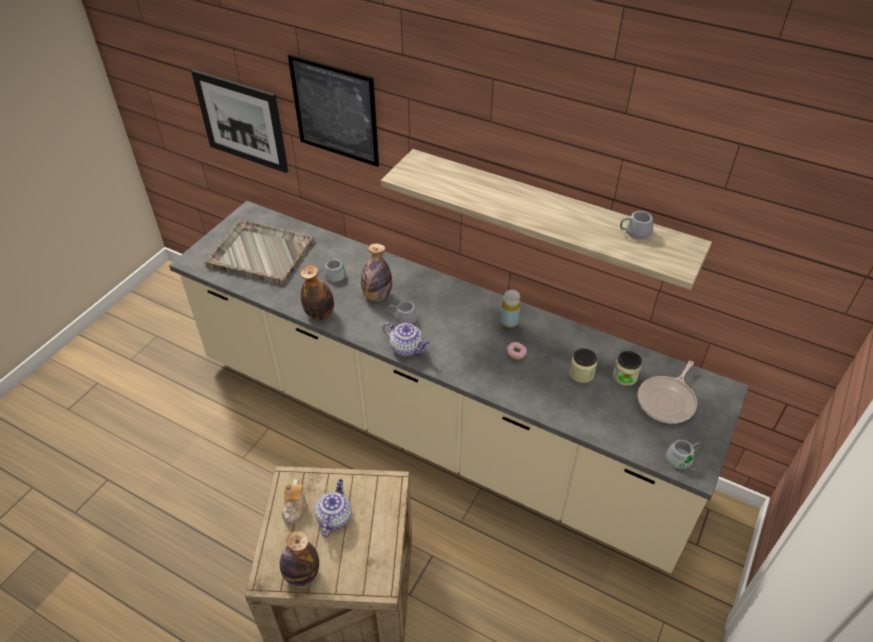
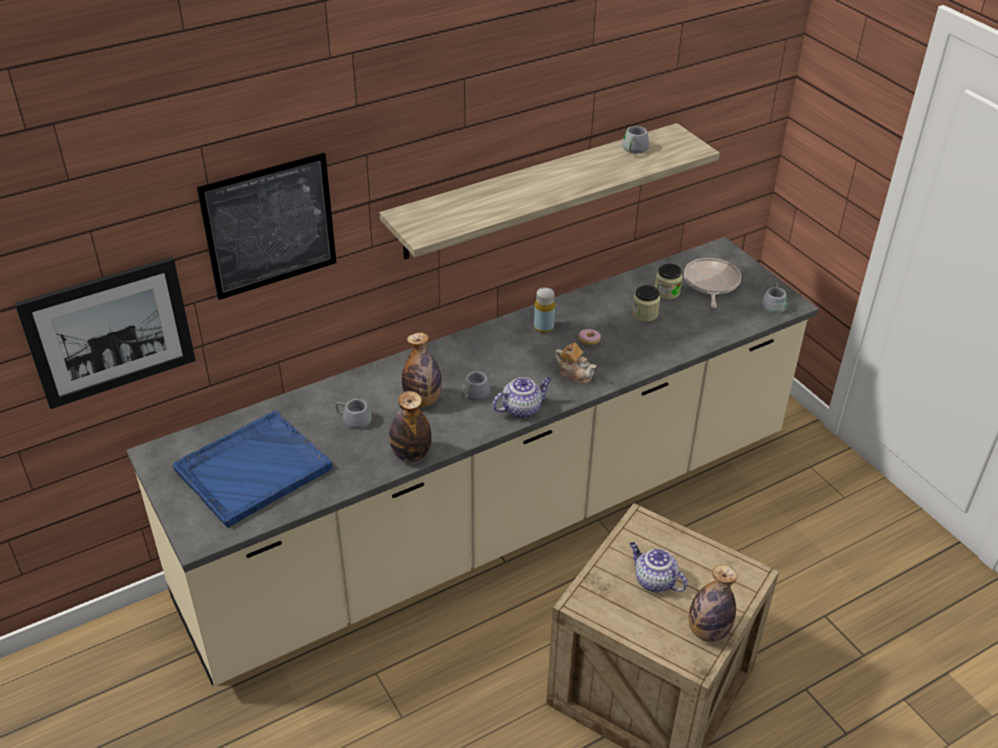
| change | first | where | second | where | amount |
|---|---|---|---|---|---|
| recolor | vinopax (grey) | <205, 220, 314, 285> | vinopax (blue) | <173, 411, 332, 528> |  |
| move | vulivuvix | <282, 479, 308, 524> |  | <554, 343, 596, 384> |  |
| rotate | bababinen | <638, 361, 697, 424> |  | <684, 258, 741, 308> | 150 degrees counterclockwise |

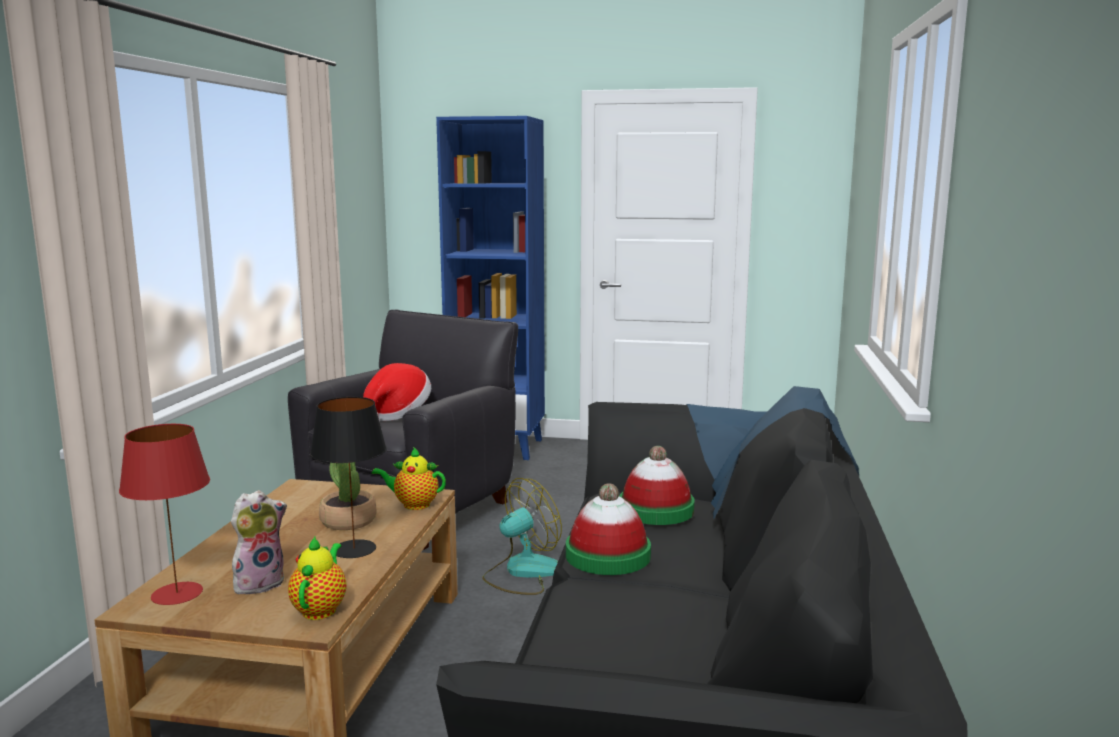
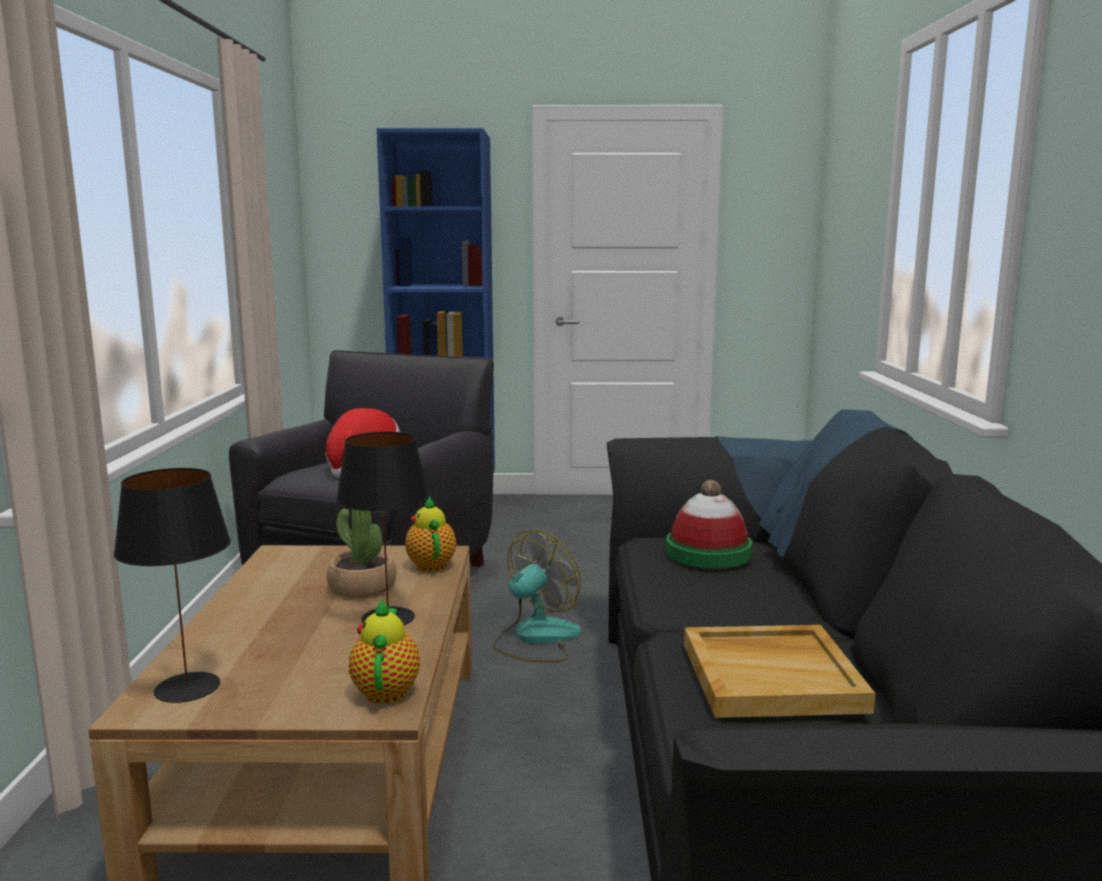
| change | first | where | second | where | amount |
|---|---|---|---|---|---|
| recolor | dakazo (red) | <119, 424, 210, 605> | dakazo (black) | <114, 468, 231, 703> |  |
| delete | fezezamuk | <231, 490, 287, 594> |  |  |  |
| rotate | vulivuvix | <372, 447, 446, 510> |  | <405, 496, 456, 572> | 75 degrees clockwise |
| delete | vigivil | <566, 483, 651, 575> |  |  |  |
| insert |  |  | vinopax (beige) | <684, 625, 875, 718> |  |

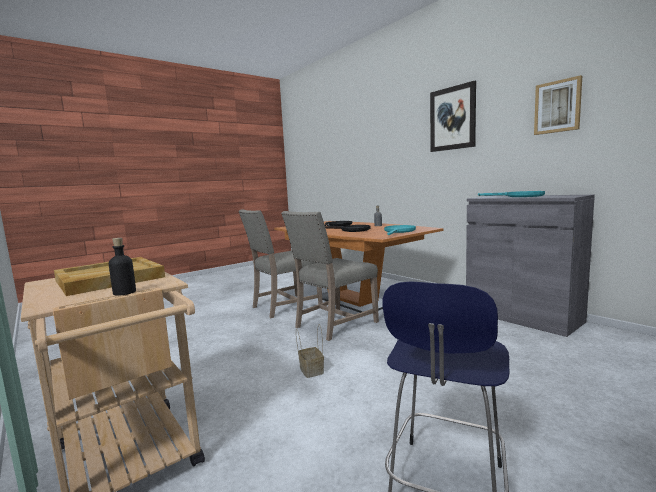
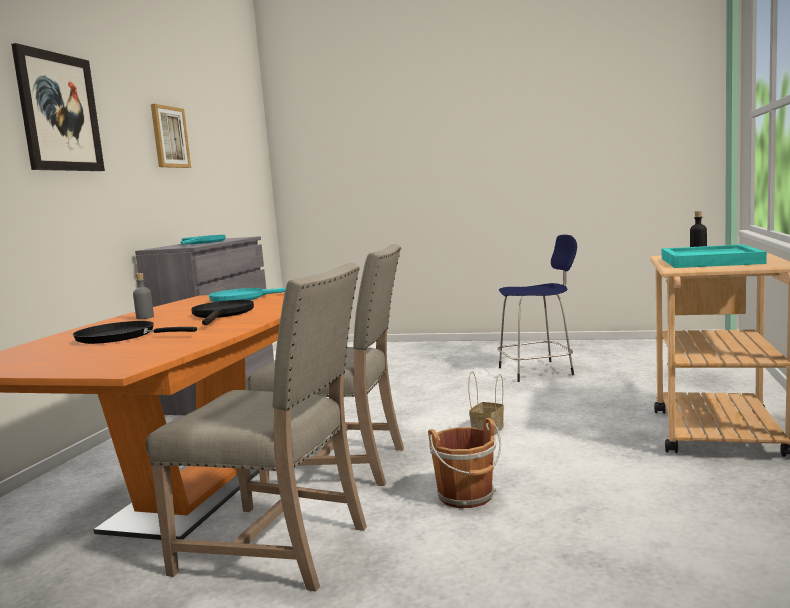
| change | first | where | second | where | amount |
|---|---|---|---|---|---|
| recolor | vinopax (beige) | <54, 257, 165, 296> | vinopax (turquoise) | <662, 244, 767, 268> |  |
| insert |  |  | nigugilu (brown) | <428, 418, 501, 508> |  |

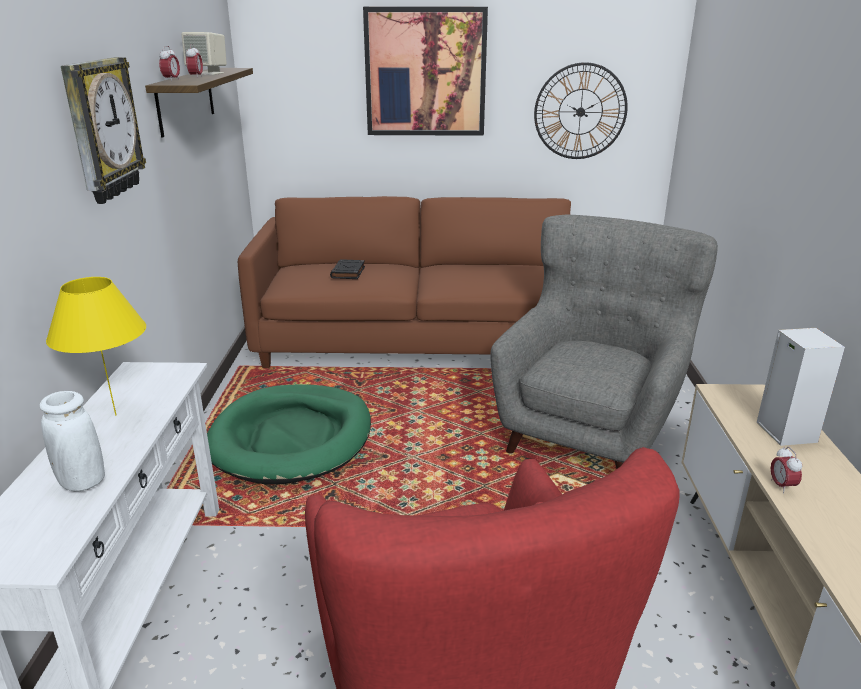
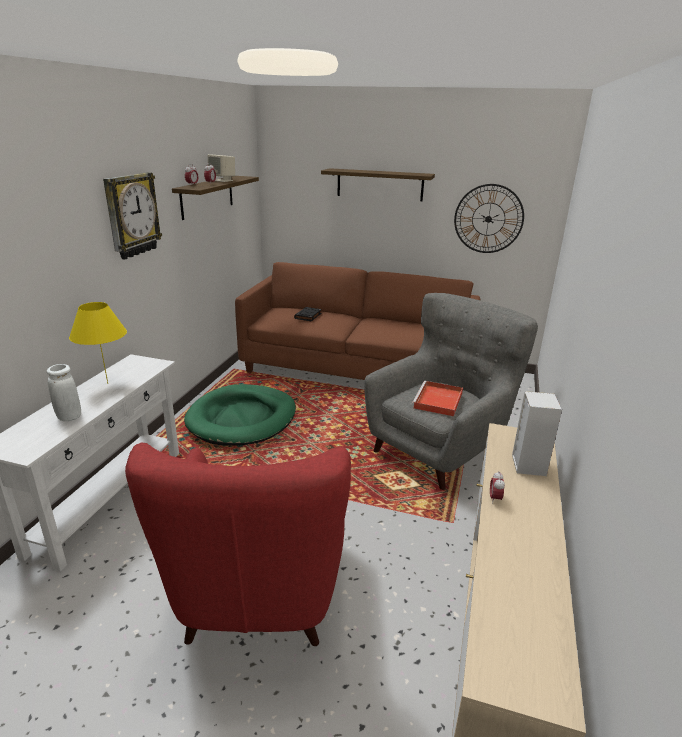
| change | first | where | second | where | amount |
|---|---|---|---|---|---|
| replace | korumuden | <363, 7, 488, 136> | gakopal | <321, 168, 435, 201> |  |
| insert |  |  | vinopax (red) | <412, 381, 463, 416> |  |

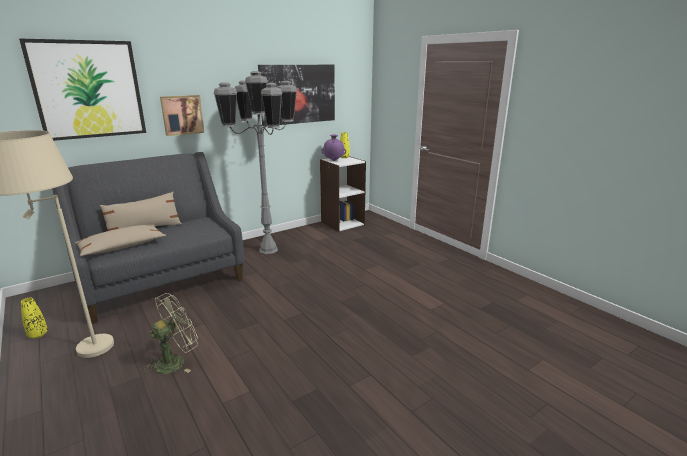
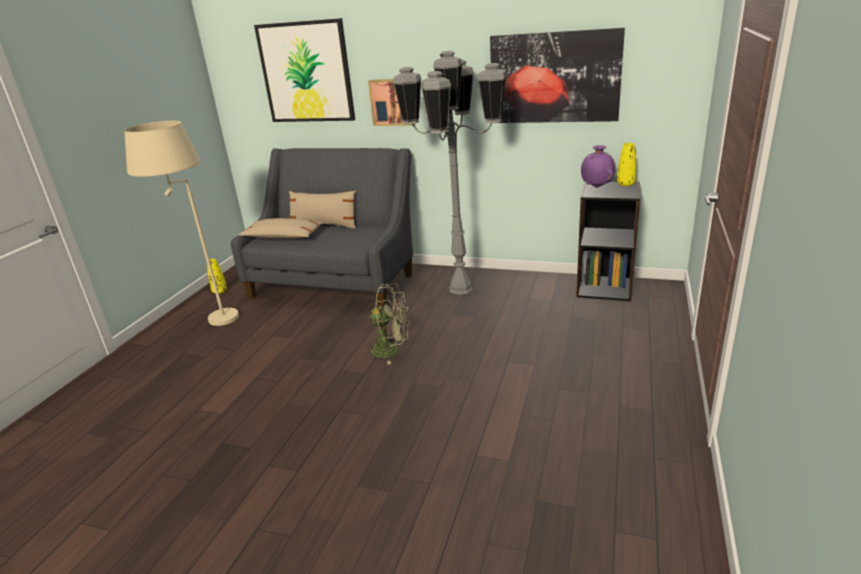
| change | first | where | second | where | amount |
|---|---|---|---|---|---|
| move | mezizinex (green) | <144, 293, 198, 374> |  | <367, 283, 410, 365> |  |
| recolor | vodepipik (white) | <320, 156, 366, 232> | vodepipik (black) | <576, 182, 640, 301> |  |

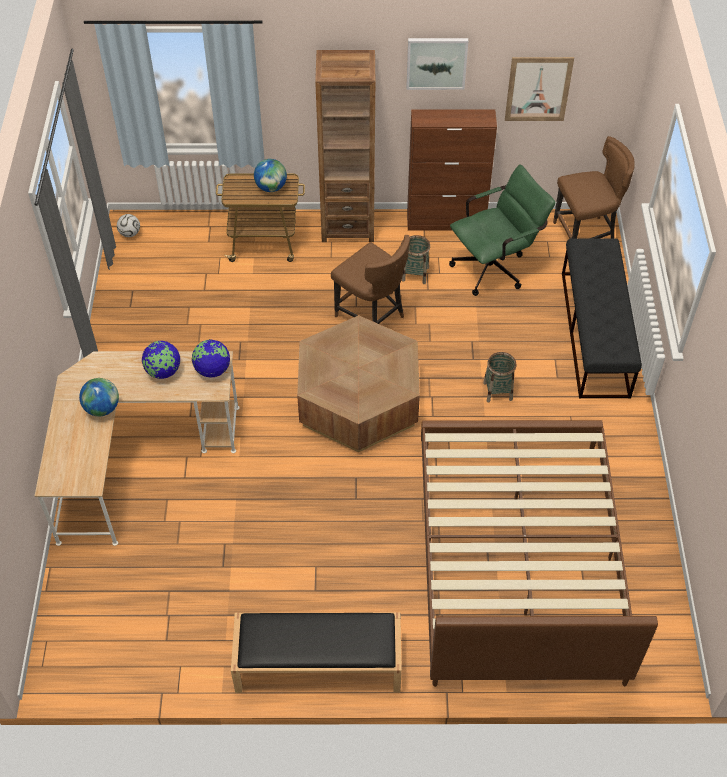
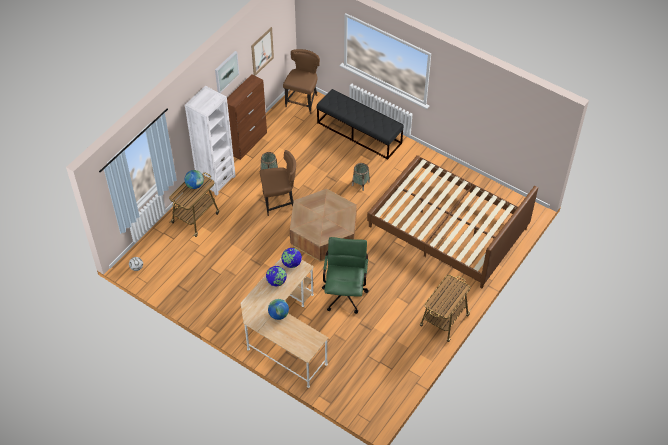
| change | first | where | second | where | amount |
|---|---|---|---|---|---|
| replace | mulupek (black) | <231, 612, 402, 693> | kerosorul | <420, 275, 471, 342> |  |
| recolor | vodepipik (brown) | <315, 50, 375, 242> | vodepipik (white) | <185, 86, 236, 195> |  |
| move | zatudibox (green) | <449, 164, 555, 296> |  | <322, 237, 368, 314> |  |

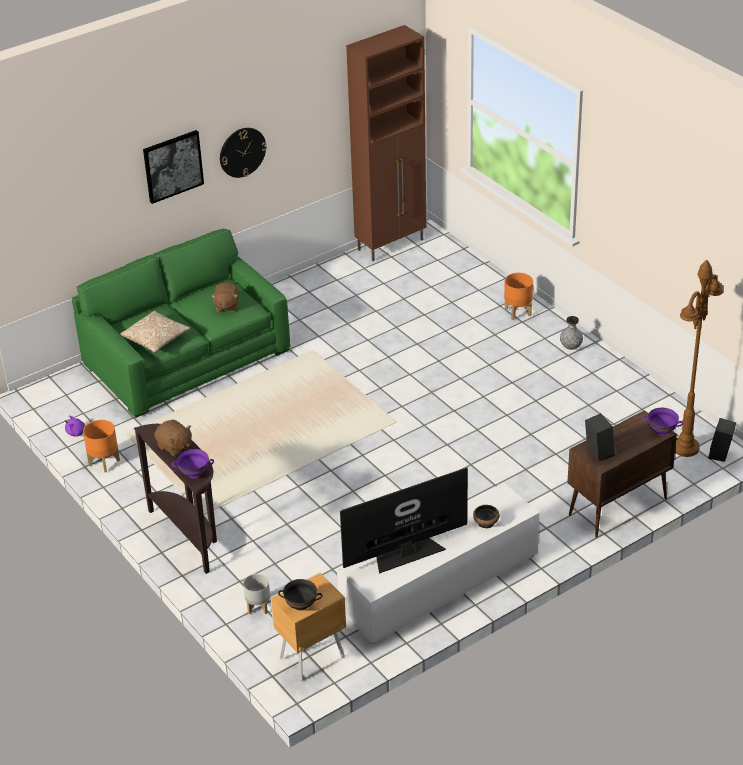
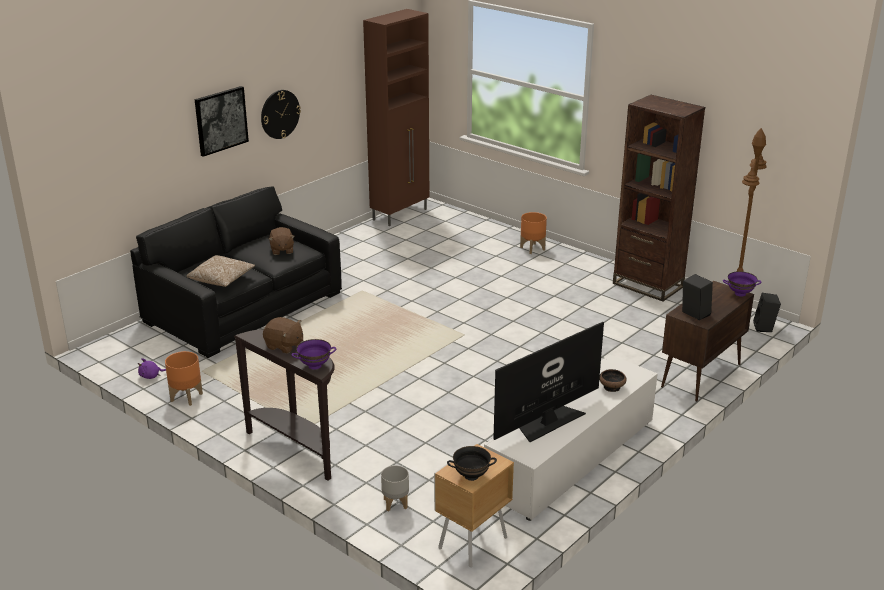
| change | first | where | second | where | amount |
|---|---|---|---|---|---|
| recolor | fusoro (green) | <72, 229, 291, 418> | fusoro (black) | <130, 186, 342, 358> |  |
| delete | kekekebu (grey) | <560, 316, 583, 350> |  |  |  |
| insert |  |  | vodepipik (brown) | <613, 95, 705, 302> |  |

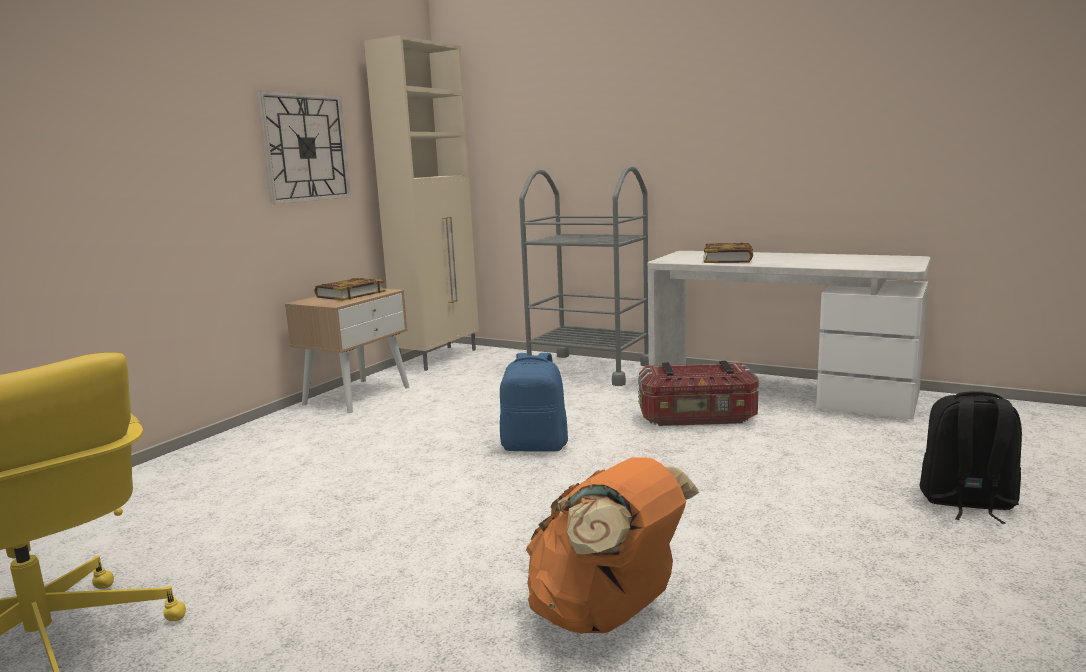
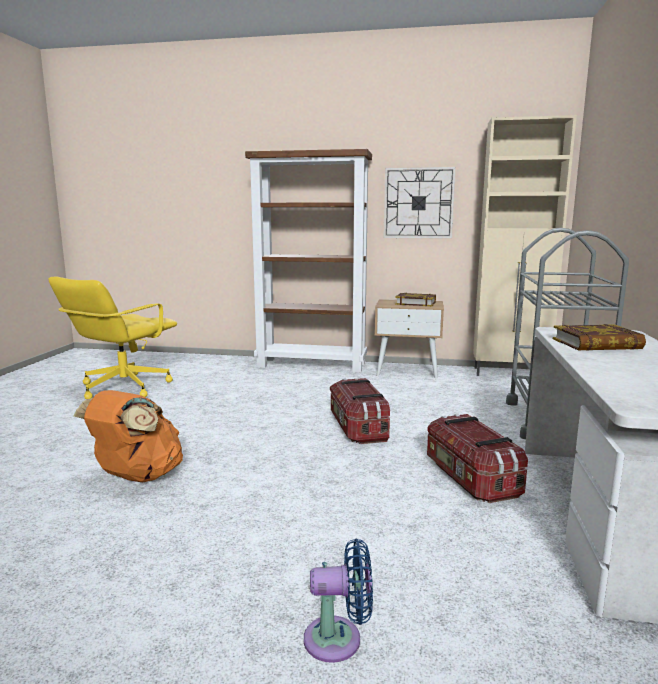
| change | first | where | second | where | amount |
|---|---|---|---|---|---|
| replace | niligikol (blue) | <500, 353, 568, 452> | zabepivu | <330, 378, 390, 444> |  |
| replace | niligikol (black) | <919, 391, 1022, 524> | mezizinex (blue) | <304, 539, 373, 663> |  |
| insert |  |  | vodepipik (brown) | <245, 149, 372, 373> |  |

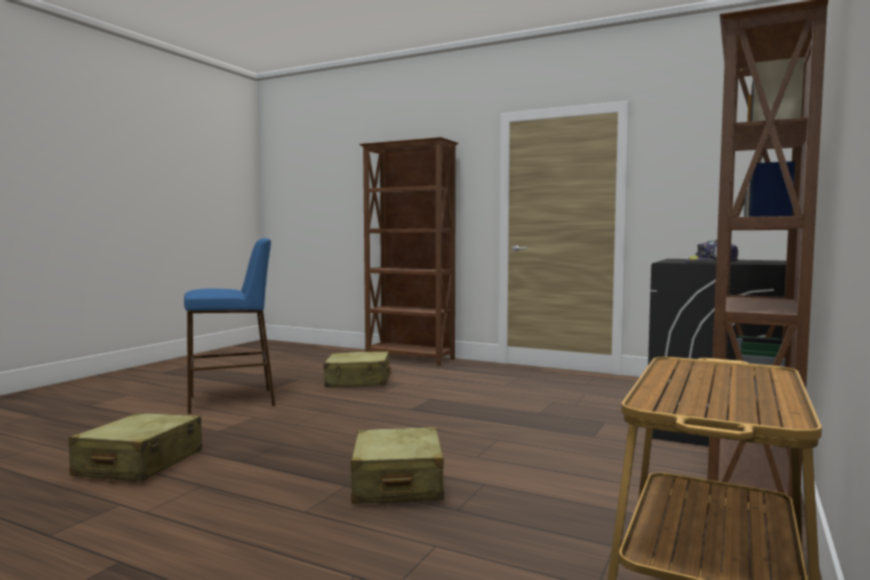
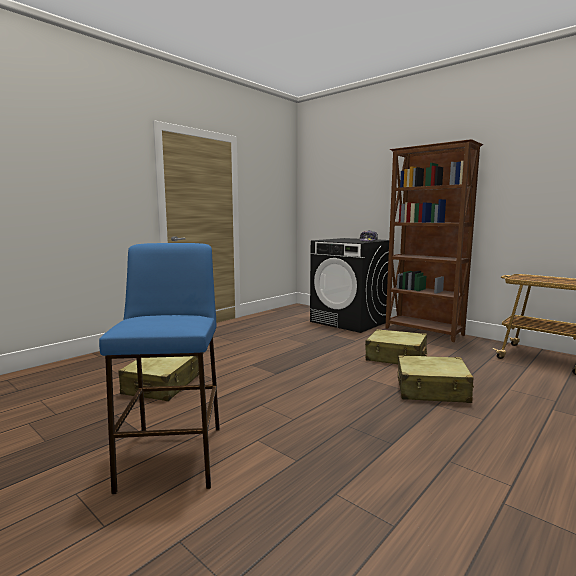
| change | first | where | second | where | amount |
|---|---|---|---|---|---|
| move | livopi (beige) | <68, 413, 202, 482> |  | <365, 329, 428, 364> |  |
| delete | vodepipik (brown) | <359, 137, 458, 366> |  |  |  |

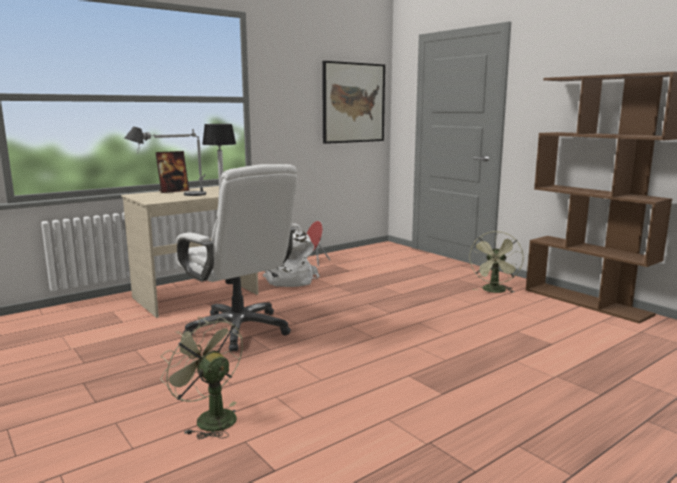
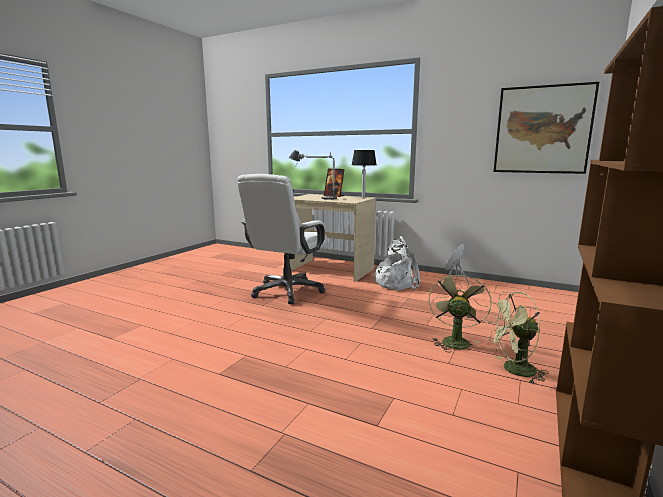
| change | first | where | second | where | amount |
|---|---|---|---|---|---|
| move | mezizinex (green) | <160, 317, 243, 439> |  | <429, 271, 492, 352> |  |

